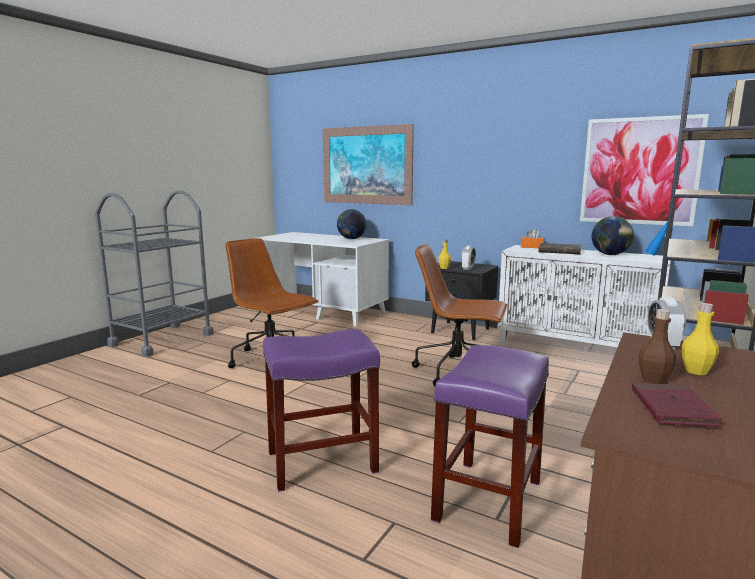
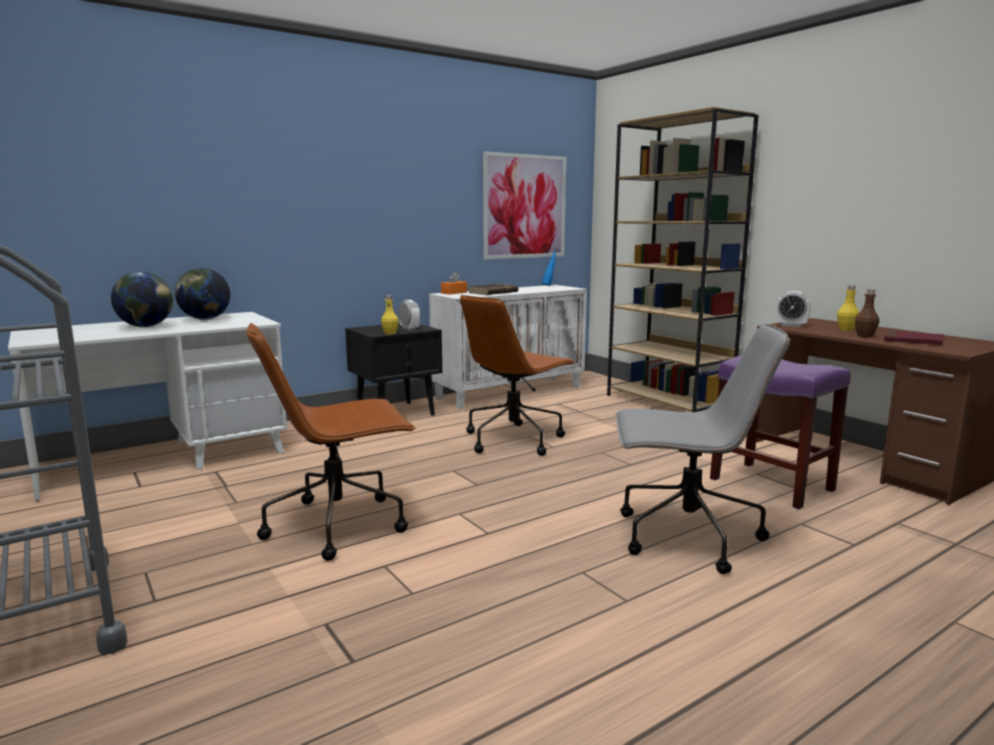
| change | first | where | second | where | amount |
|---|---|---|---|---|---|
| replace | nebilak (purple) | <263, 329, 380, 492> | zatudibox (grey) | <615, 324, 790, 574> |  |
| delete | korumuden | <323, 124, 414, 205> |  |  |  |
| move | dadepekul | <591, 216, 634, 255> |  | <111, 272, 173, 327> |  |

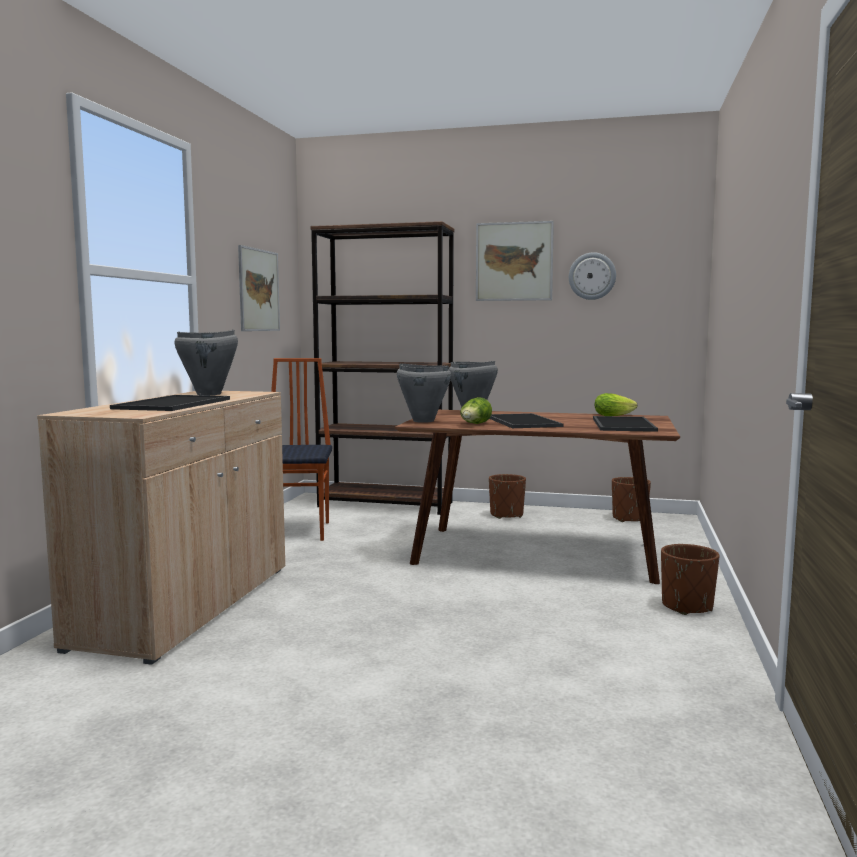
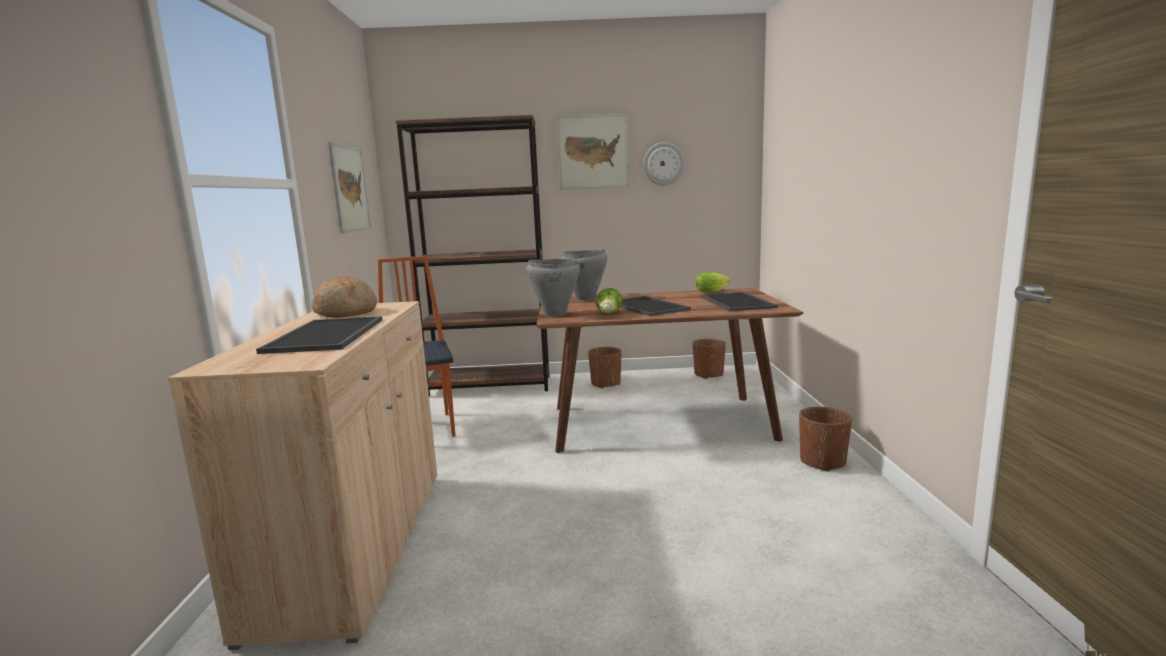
| change | first | where | second | where | amount |
|---|---|---|---|---|---|
| replace | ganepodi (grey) | <174, 330, 238, 395> | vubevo | <312, 276, 377, 317> |  |

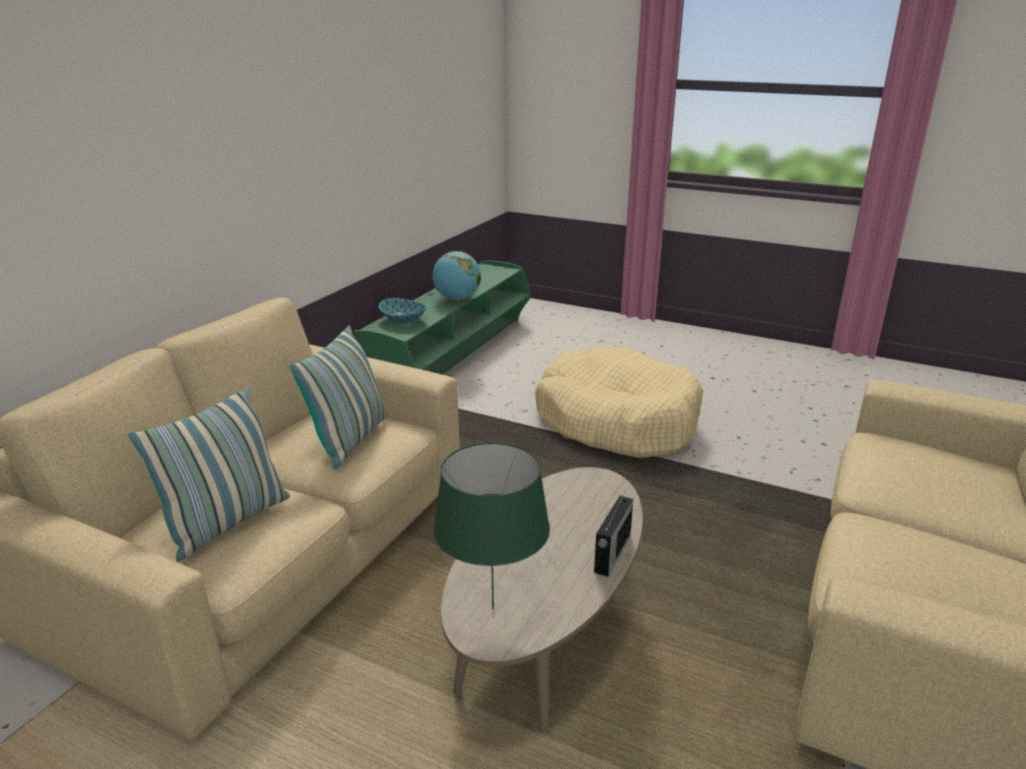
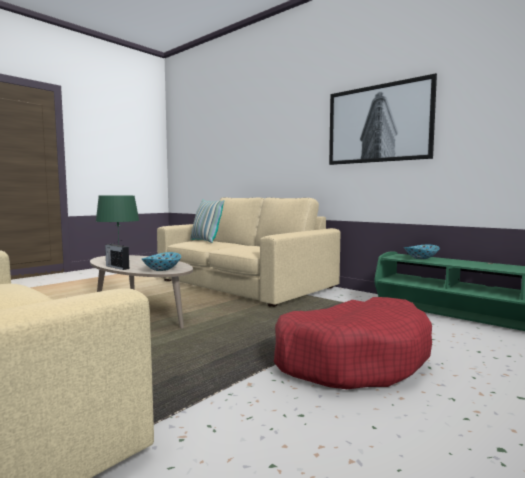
| change | first | where | second | where | amount |
|---|---|---|---|---|---|
| delete | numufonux | <289, 325, 388, 469> |  |  |  |
| delete | dadepekul | <432, 251, 481, 300> |  |  |  |
| recolor | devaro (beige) | <535, 347, 703, 458> | devaro (red) | <274, 297, 432, 389> |  |
| insert |  |  | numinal | <142, 252, 181, 271> |  |
| insert |  |  | korumuden | <329, 73, 437, 165> |  |

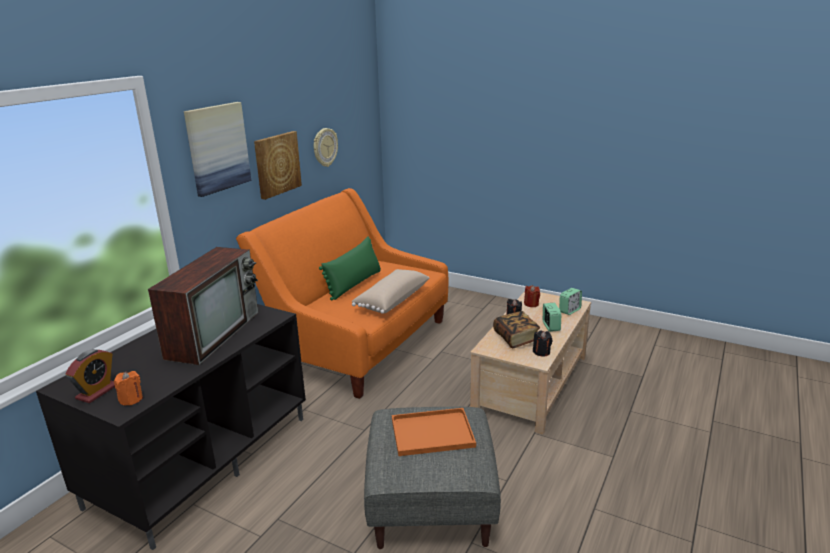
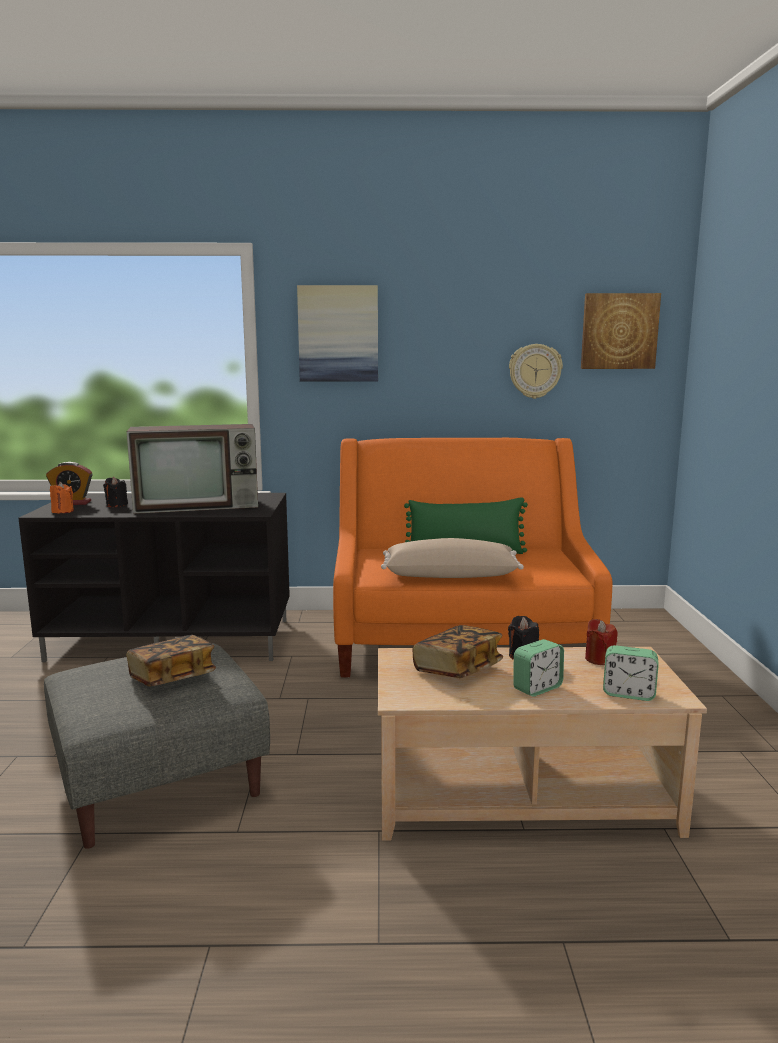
| change | first | where | second | where | amount |
|---|---|---|---|---|---|
| move | korumuden | <254, 131, 302, 200> |  | <581, 293, 661, 369> |  |
| replace | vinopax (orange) | <392, 408, 476, 456> | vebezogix | <126, 635, 216, 686> |  |
| move | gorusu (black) | <533, 331, 552, 357> |  | <103, 477, 128, 507> |  |

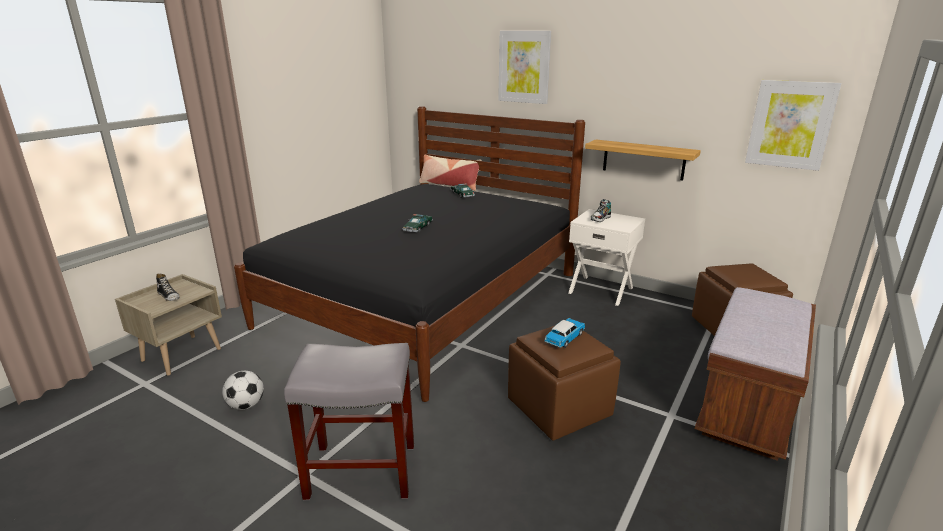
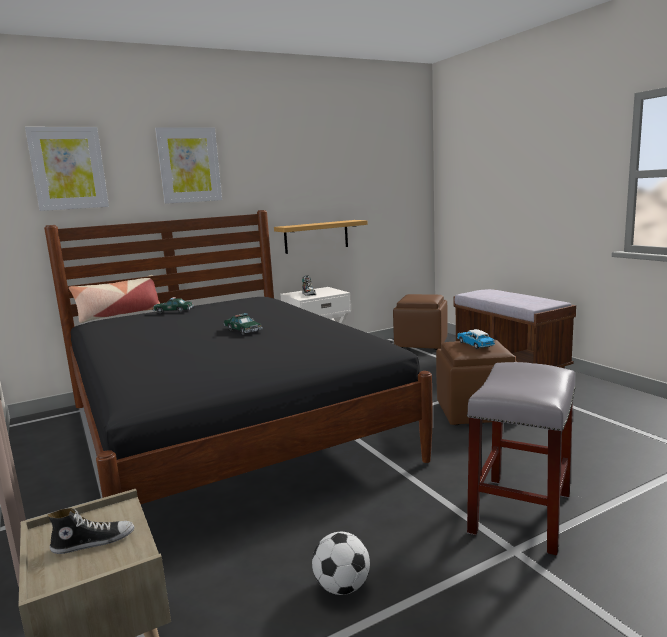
| change | first | where | second | where | amount |
|---|---|---|---|---|---|
| move | korumuden | <745, 80, 841, 171> |  | <25, 127, 109, 211> |  |

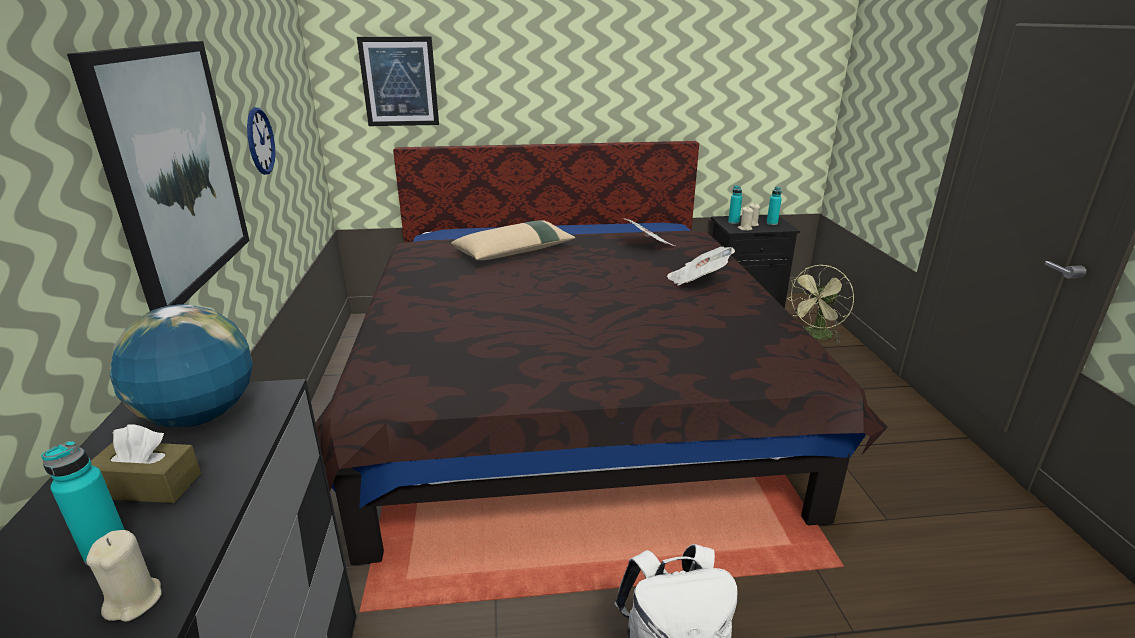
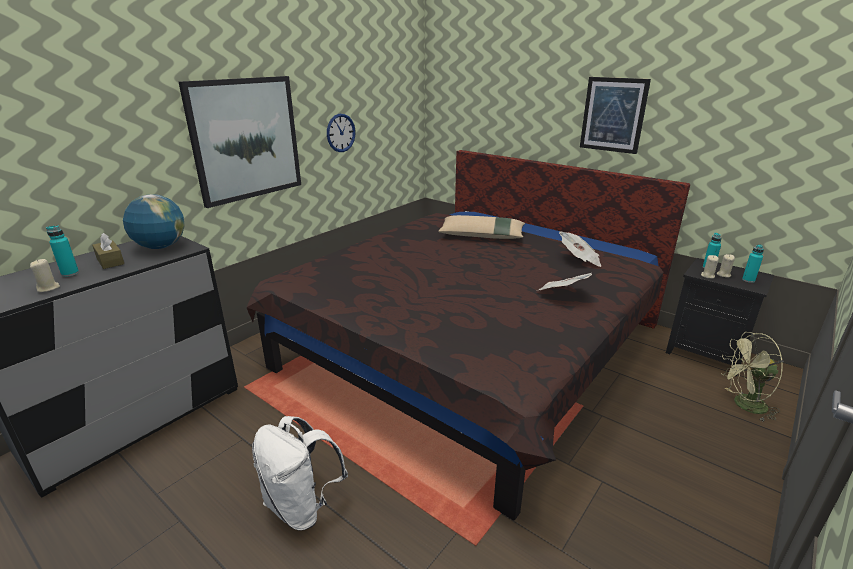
| change | first | where | second | where | amount |
|---|---|---|---|---|---|
| move | korumuden | <357, 36, 439, 126> |  | <580, 77, 651, 154> |  |

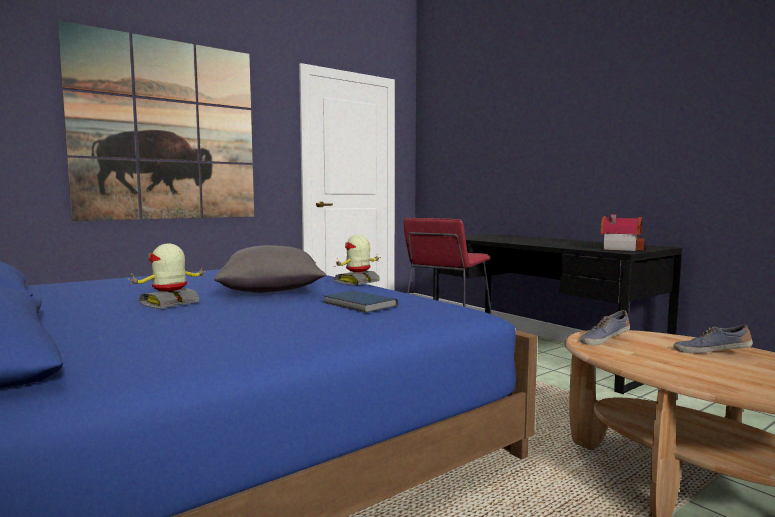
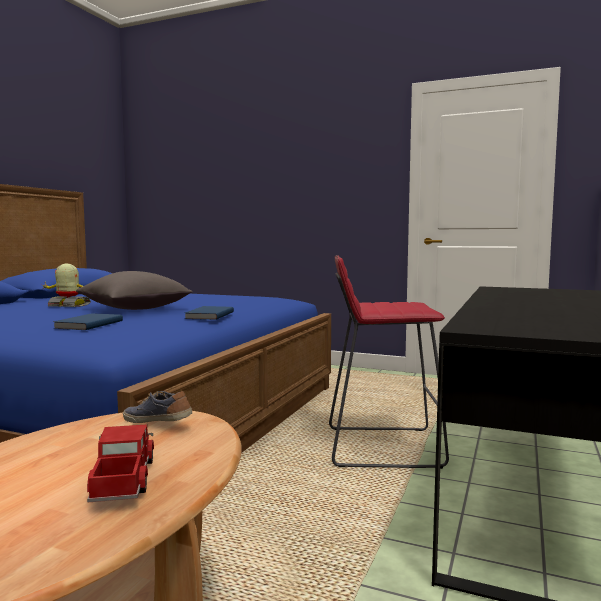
| change | first | where | second | where | amount |
|---|---|---|---|---|---|
| delete | korumuden | <57, 20, 254, 221> |  |  |  |
| replace | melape | <334, 235, 381, 285> | vebezogix (blue) | <185, 306, 234, 320> |  |
| delete | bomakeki | <600, 214, 644, 251> |  |  |  |
| replace | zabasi | <673, 325, 753, 353> | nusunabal | <87, 425, 154, 503> |  |

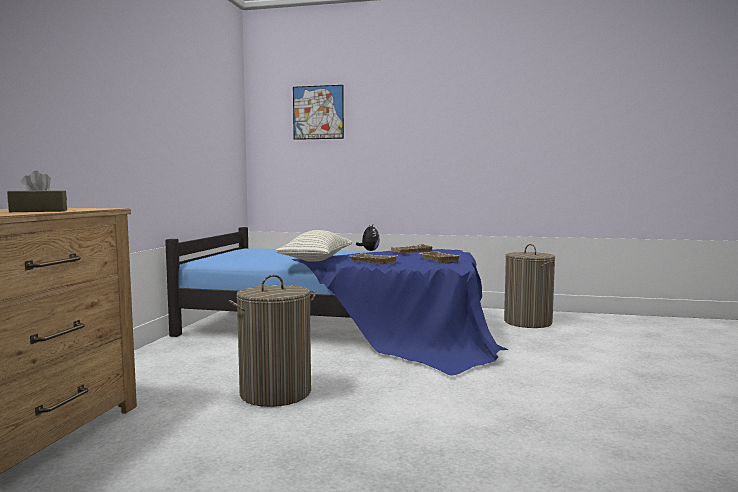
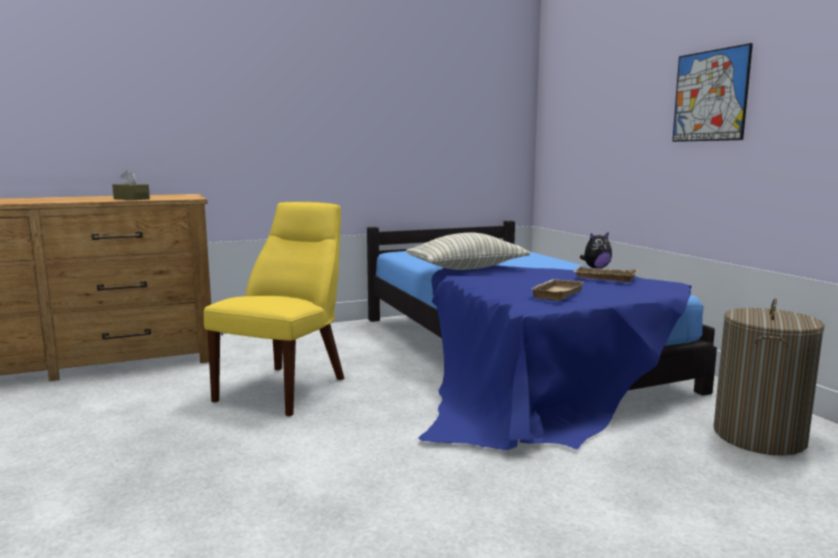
| change | first | where | second | where | amount |
|---|---|---|---|---|---|
| replace | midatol | <229, 275, 316, 407> | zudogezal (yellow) | <204, 202, 344, 416> |  |
| move | korumuden | <293, 85, 344, 140> |  | <672, 43, 753, 142> |  |
| delete | vinopax (beige) | <350, 253, 398, 264> |  |  |  |

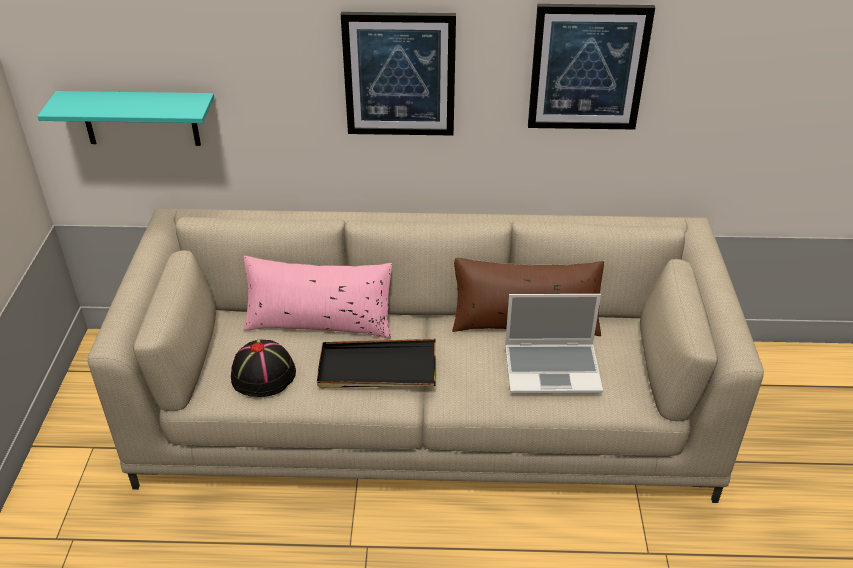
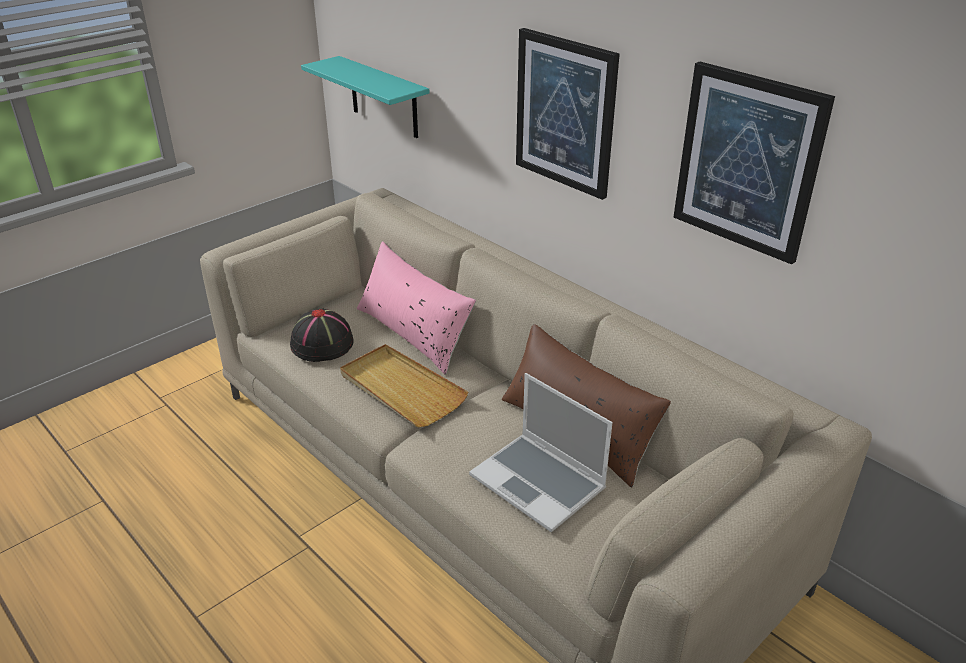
| change | first | where | second | where | amount |
|---|---|---|---|---|---|
| recolor | vinopax (black) | <317, 339, 436, 388> | vinopax (beige) | <340, 344, 468, 427> |  |

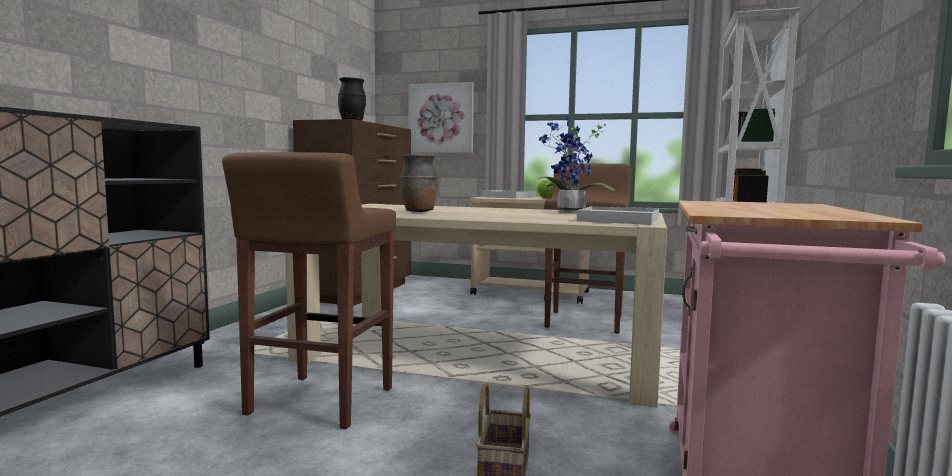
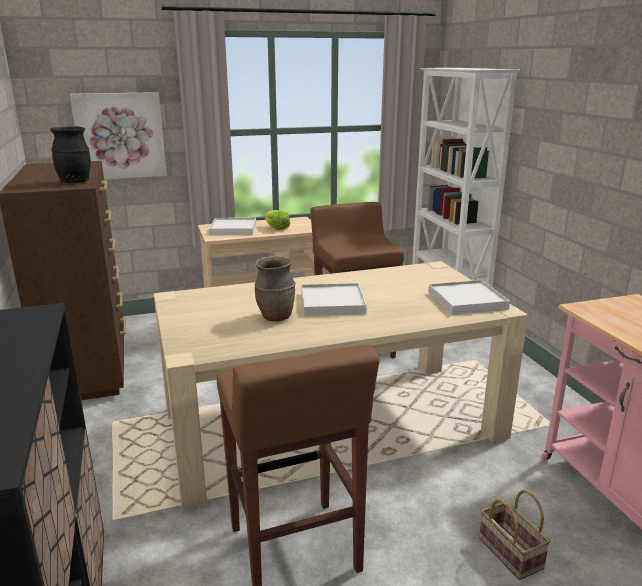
| change | first | where | second | where | amount |
|---|---|---|---|---|---|
| delete | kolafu | <537, 116, 615, 213> |  |  |  |
| insert |  |  | vinopax (white) | <301, 283, 367, 316> |  |

